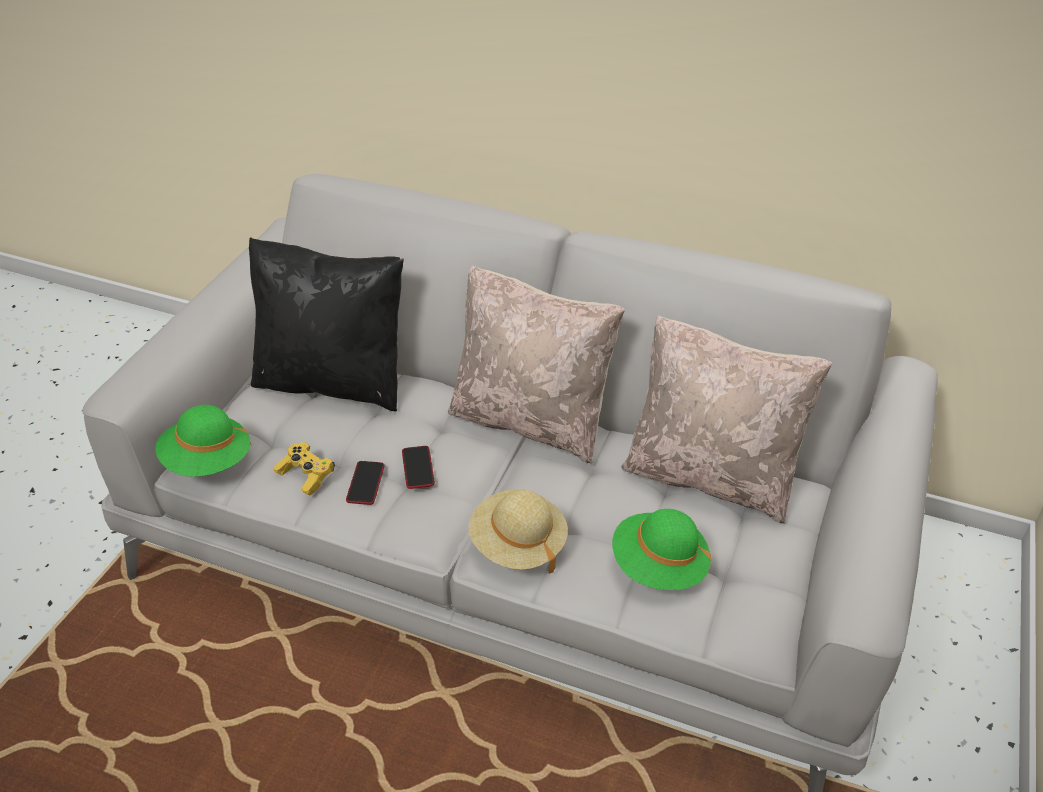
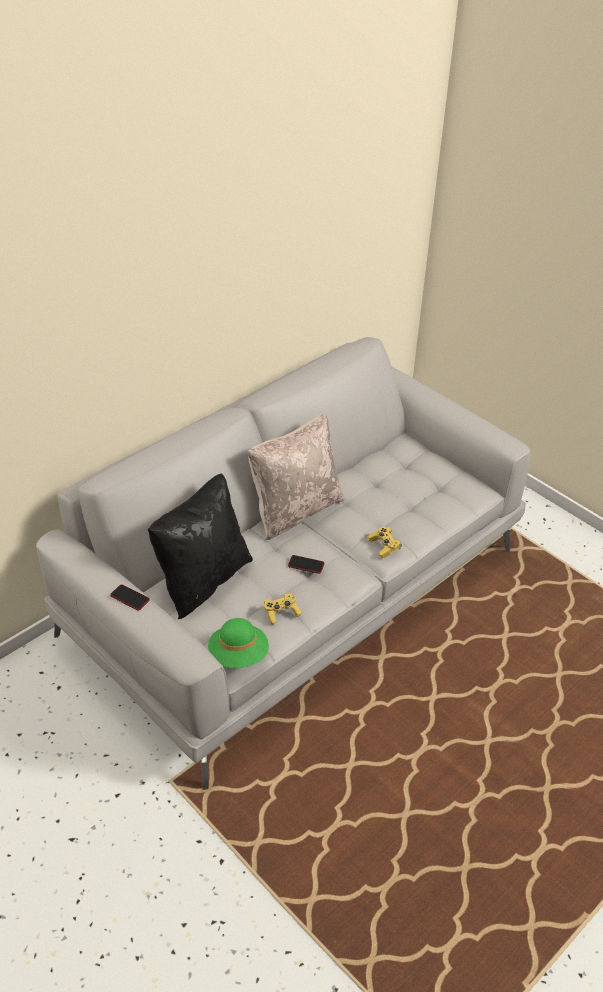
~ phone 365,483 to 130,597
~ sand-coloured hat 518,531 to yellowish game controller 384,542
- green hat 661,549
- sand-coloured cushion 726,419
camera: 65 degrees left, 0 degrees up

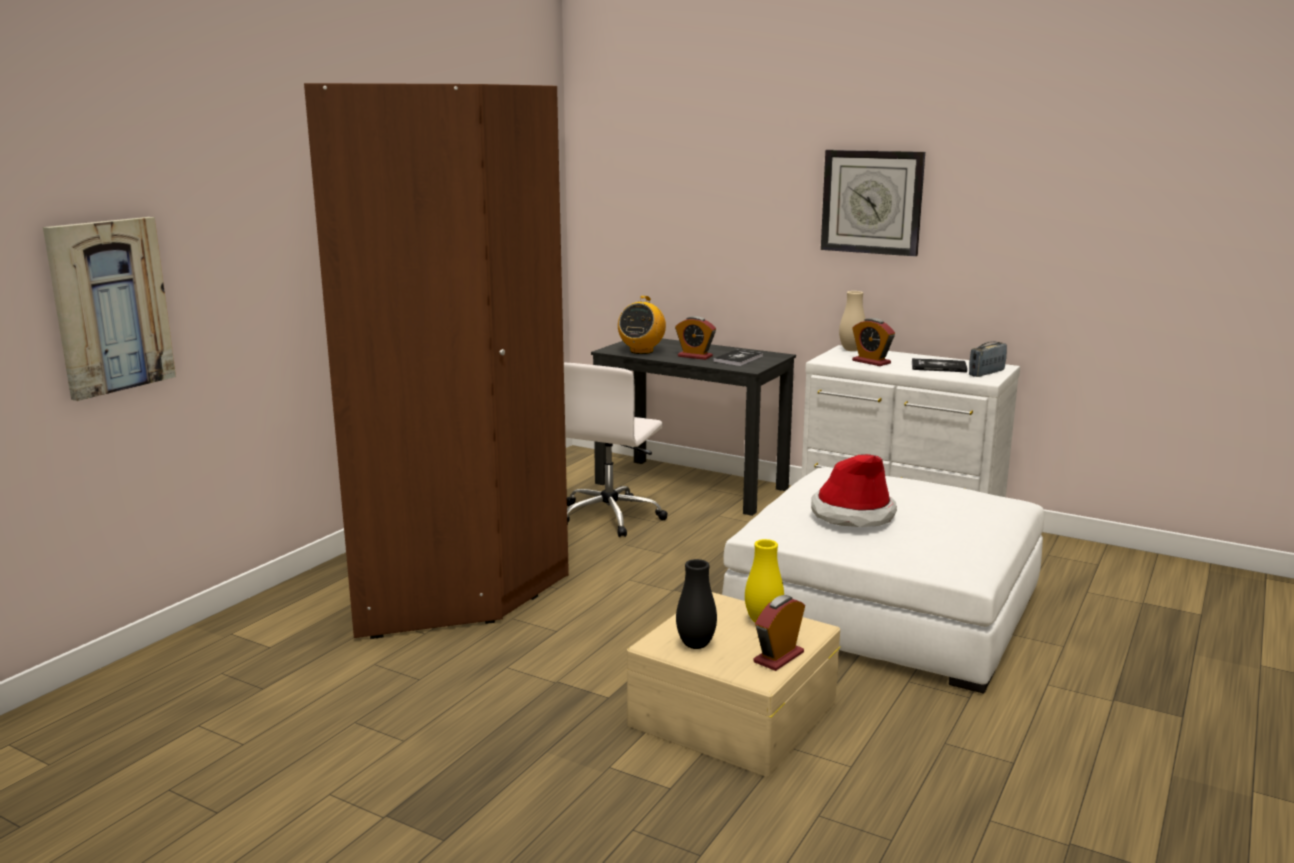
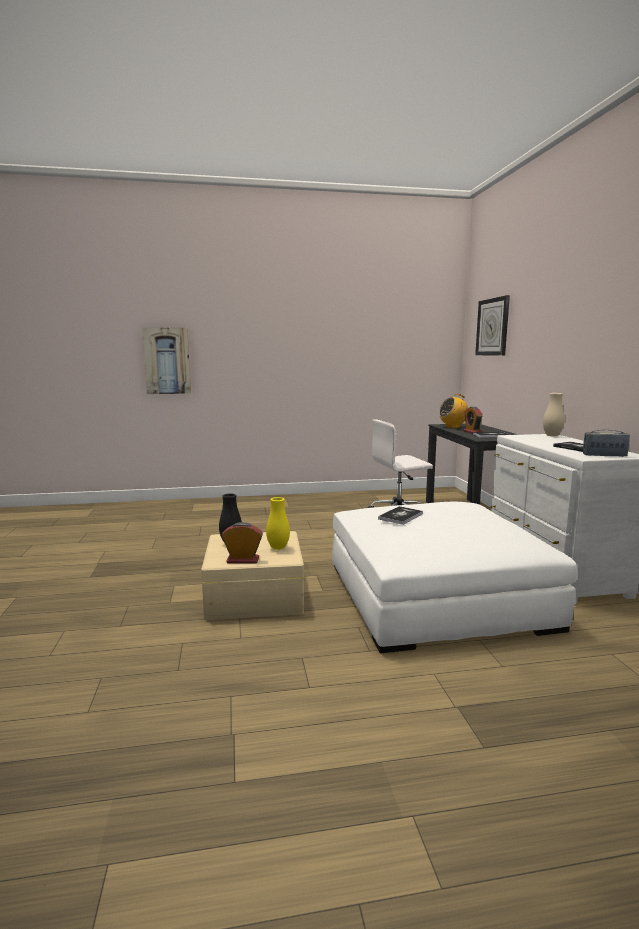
~ hat 854,490 to volume 400,515
~ clock on the wall 873,203 to 492,325
- brown wardrobe 436,361
- alarm clock 873,342
camera: 50 degrees right, 5 degrees down

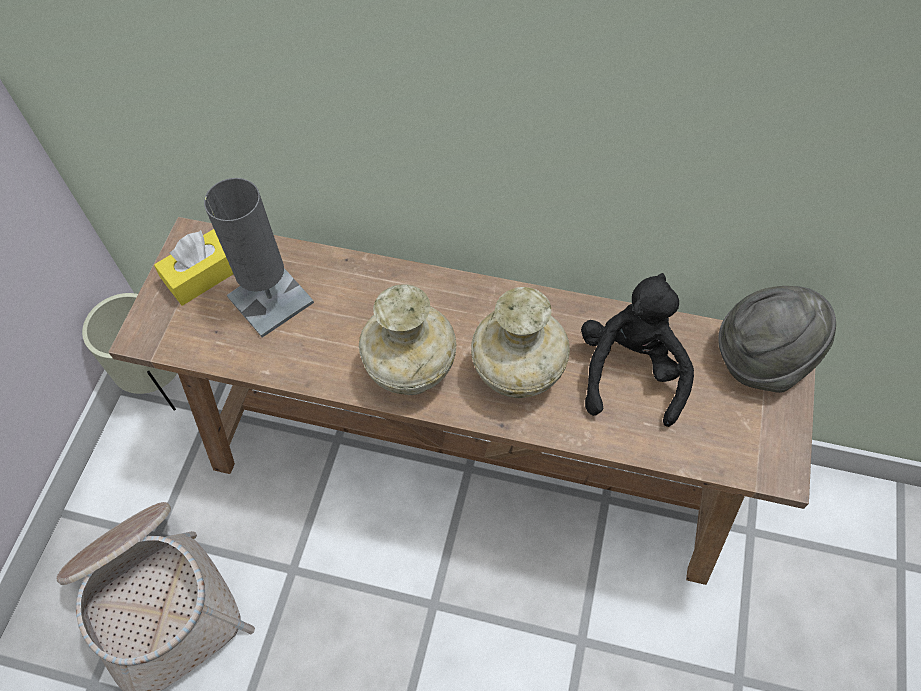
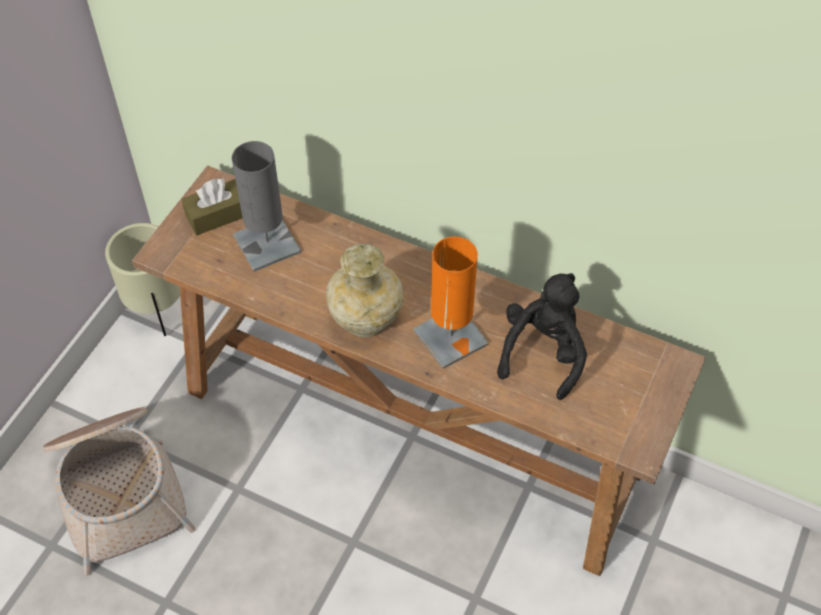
~ yellowish box of tissues 193,267 to brown box of tissues 212,206
~ sand-coloured flower vase 520,342 to orange lamp for a table 451,303
- greyish hat 777,339
camera: 10 degrees right, 5 degrees down

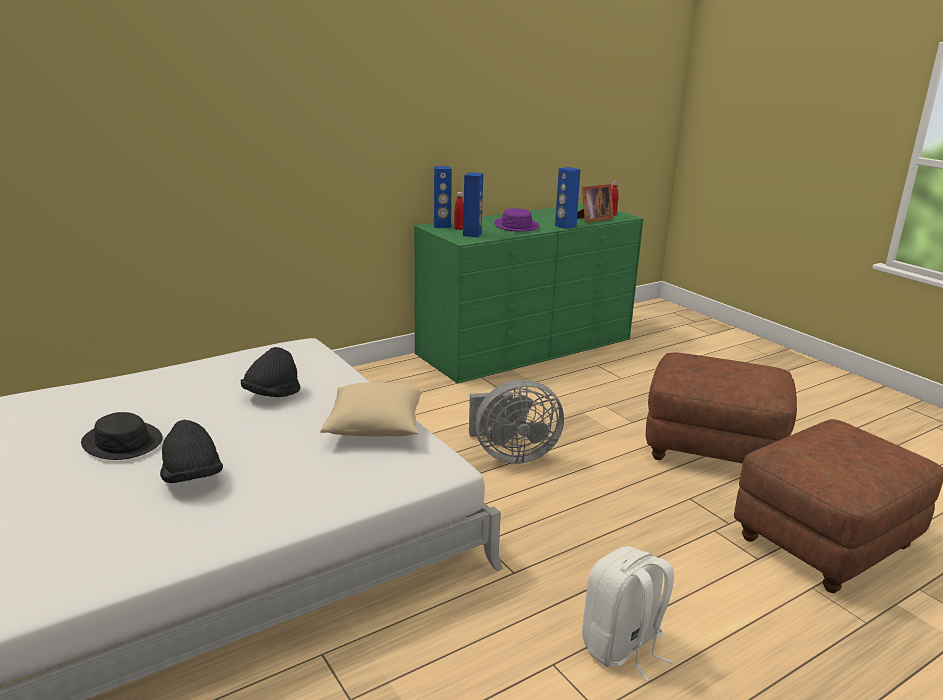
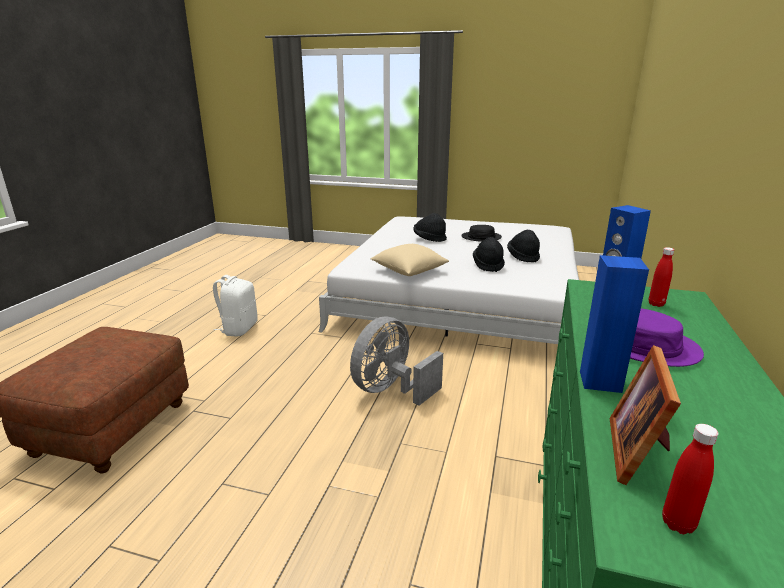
+ black hat 523,246
- bluish loudspeaker 443,197
- brown ottoman 721,408
camera: 140 degrees right, 0 degrees up

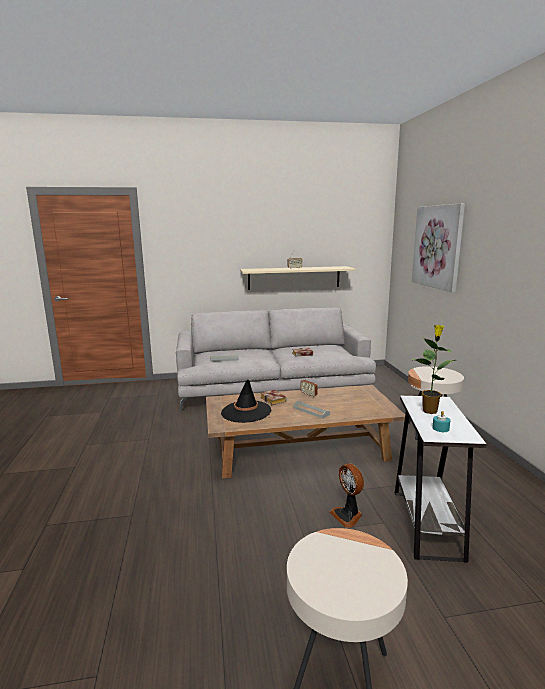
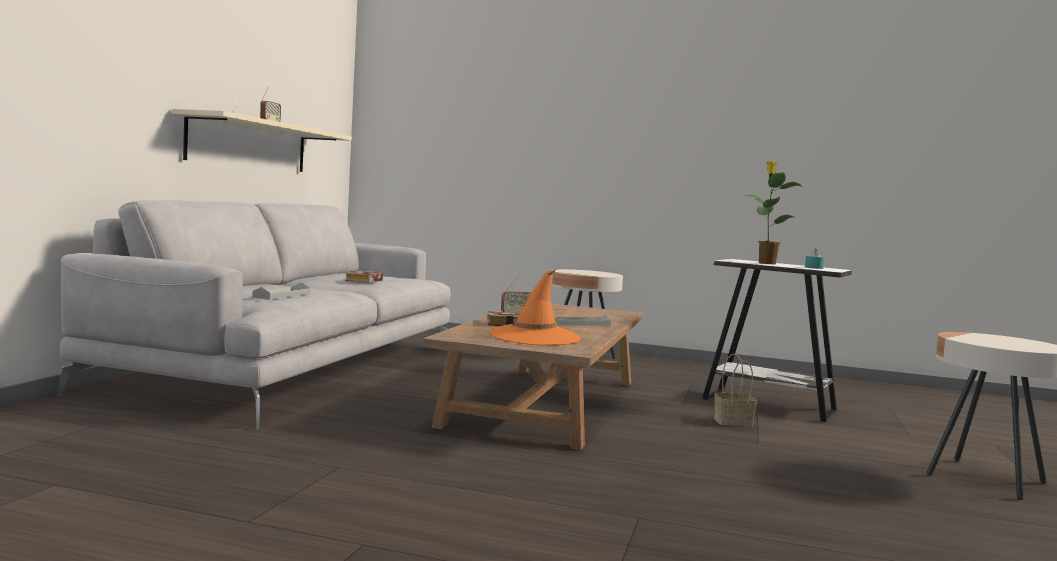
~ black hat 246,401 to orange hat 535,307
~ fan 347,495 to household basket 735,390
- picture 438,247
camera: 65 degrees left, 10 degrees down

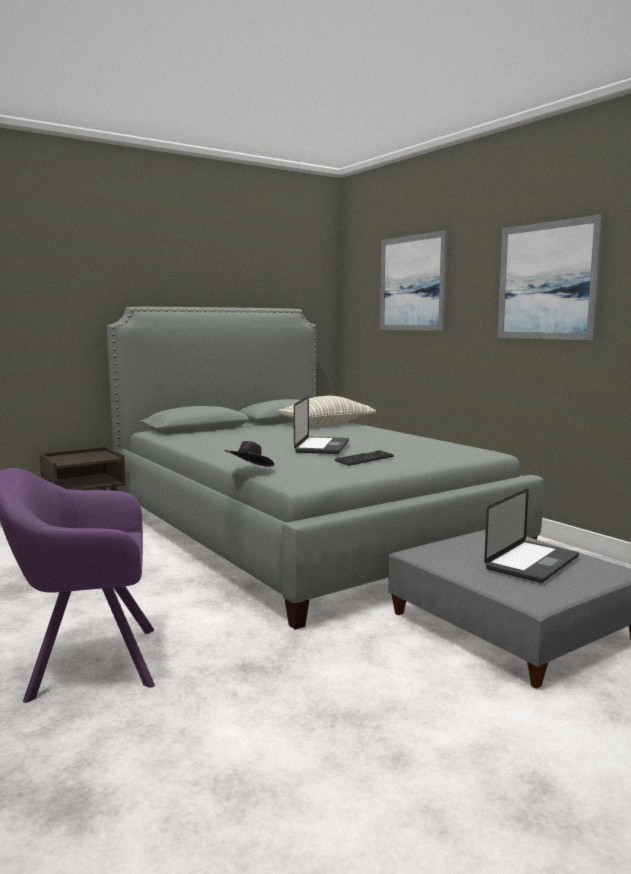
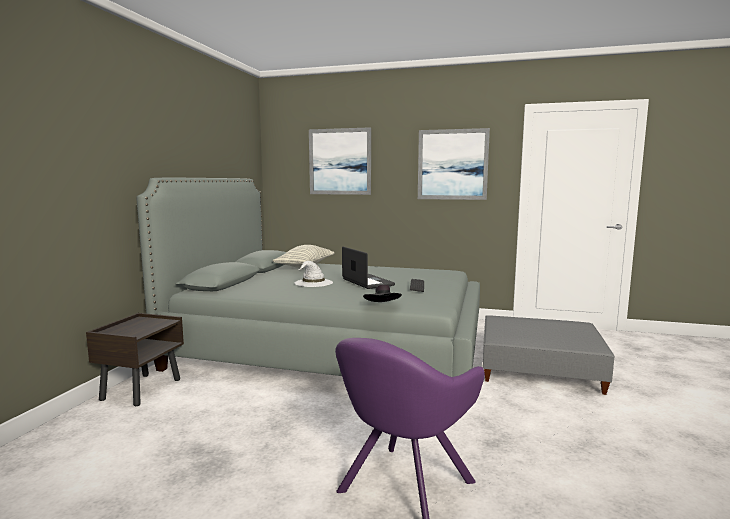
+ whitish hat 313,274
- laptop 531,535
camera: 40 degrees left, 0 degrees up

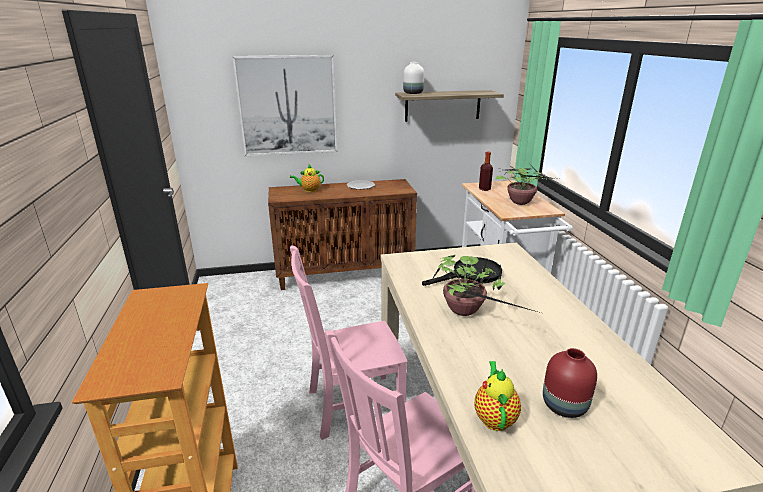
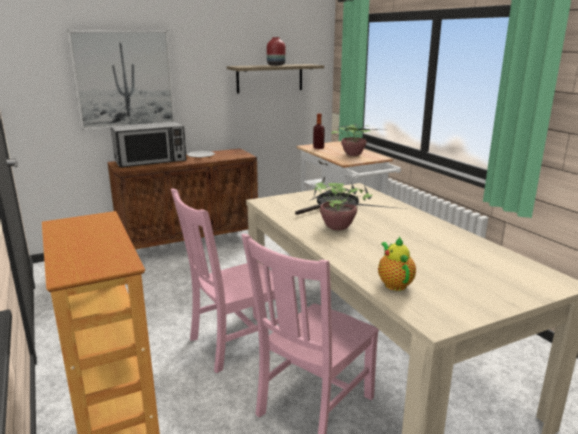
~ teapot 307,178 to microwave oven 149,145
~ reddish flower vase 570,383 to 276,51
- whitish flower vase 413,78
camera: 15 degrees left, 5 degrees down

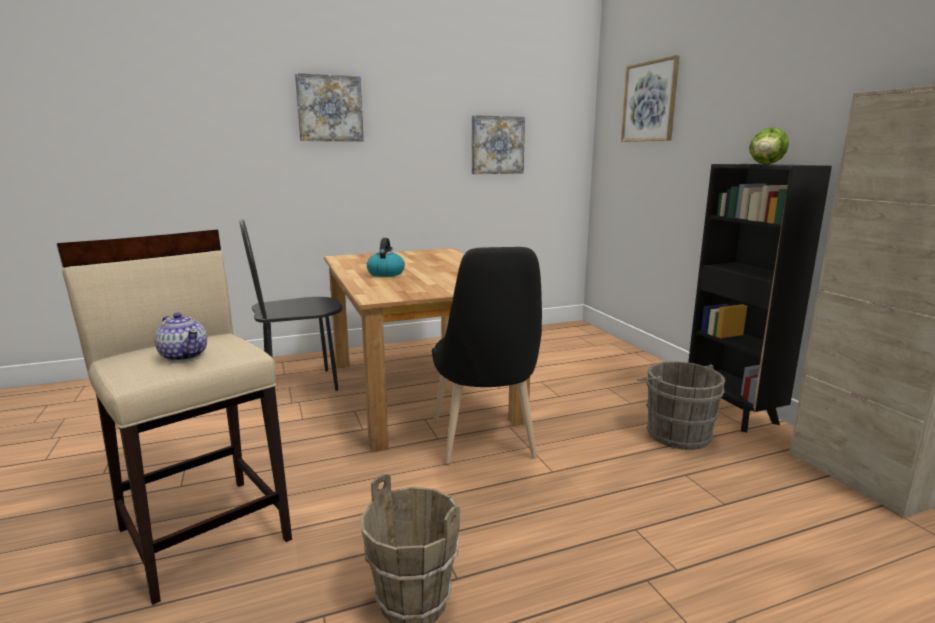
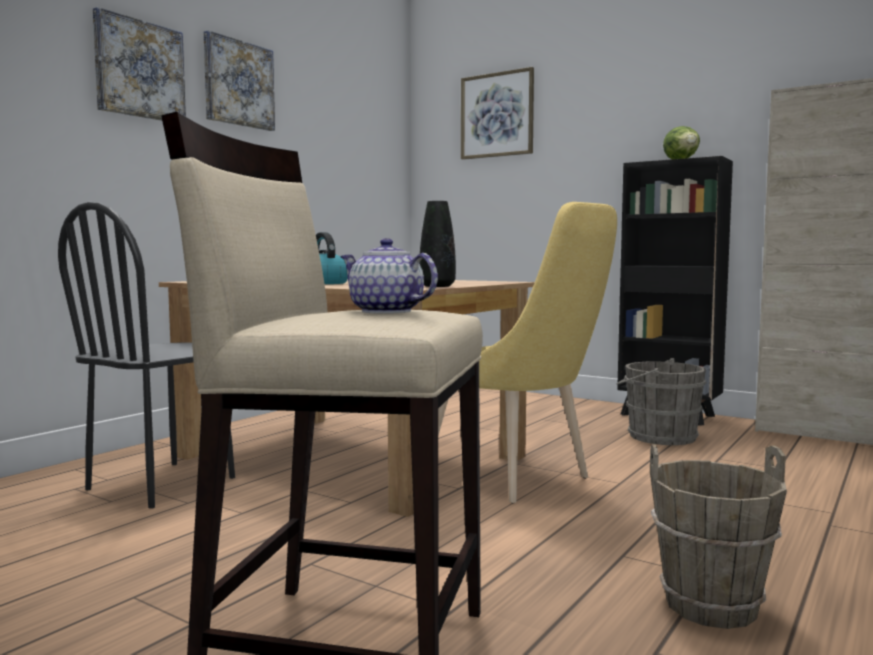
~ picture 498,144 to 239,80
~ teapot 180,337 = 389,276 150 degrees counterclockwise
+ black flower vase 437,244
~ black plain chair 487,355 to yellowish plain chair 527,353
camera: 35 degrees left, 10 degrees down

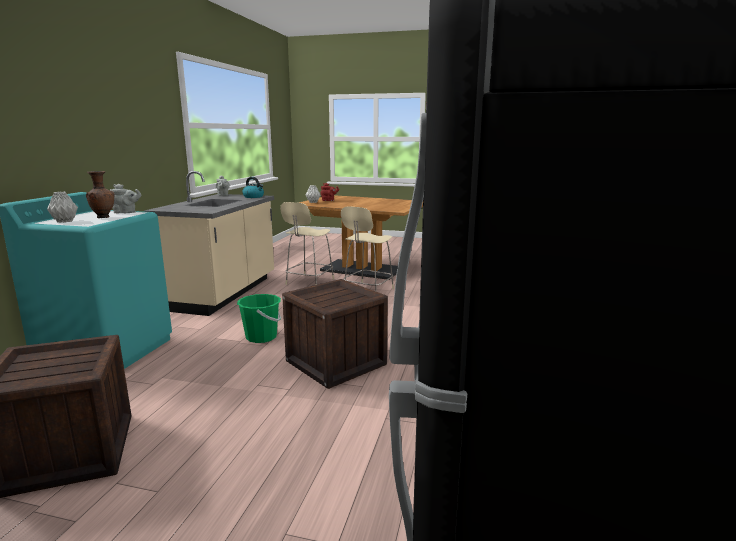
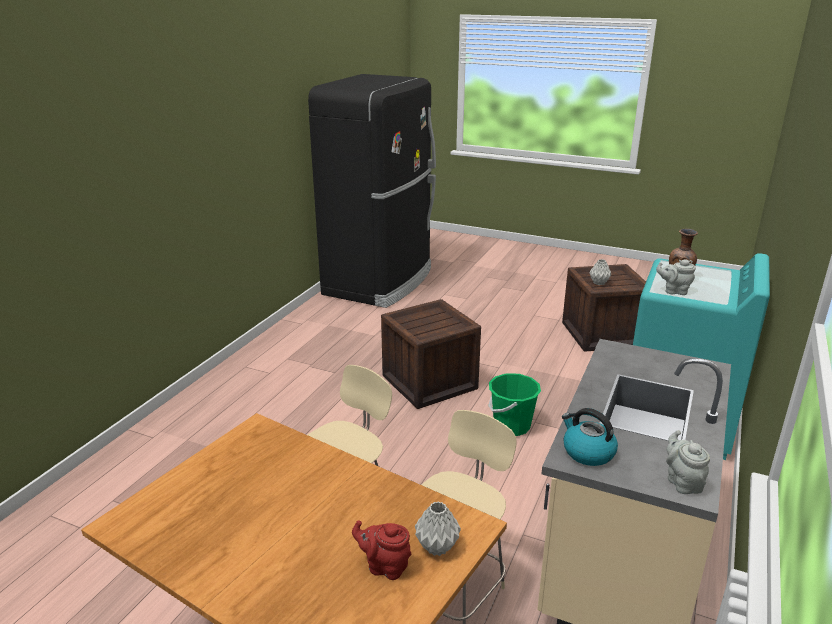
~ greyish flower vase 62,207 to 601,272
camera: 170 degrees left, 10 degrees up

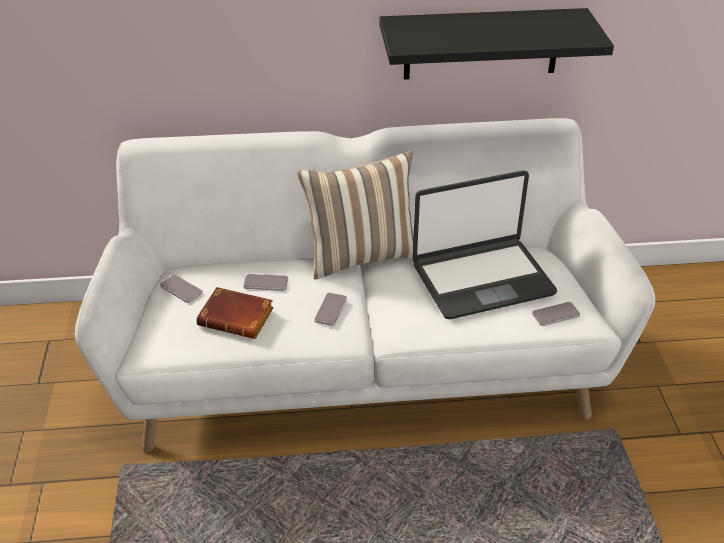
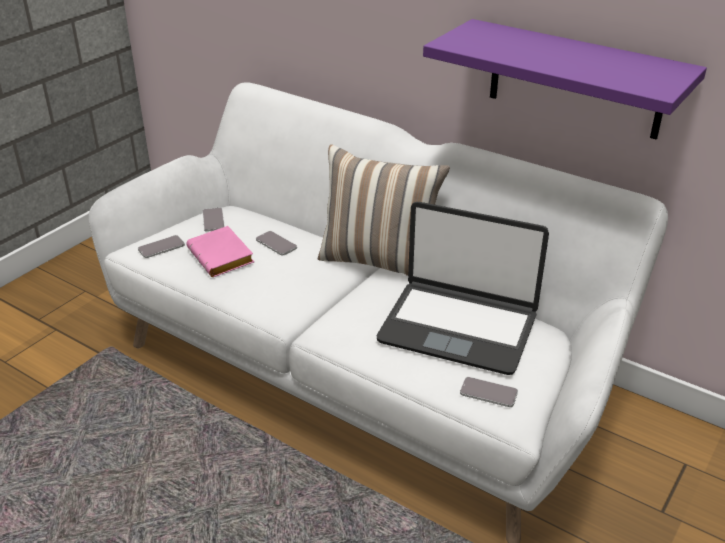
~ phone 330,309 to 161,246
~ brown volume 235,313 to pink-coloured volume 220,251
~ black wall shelf 497,44 to purplish wall shelf 565,79
camera: 40 degrees right, 5 degrees down

